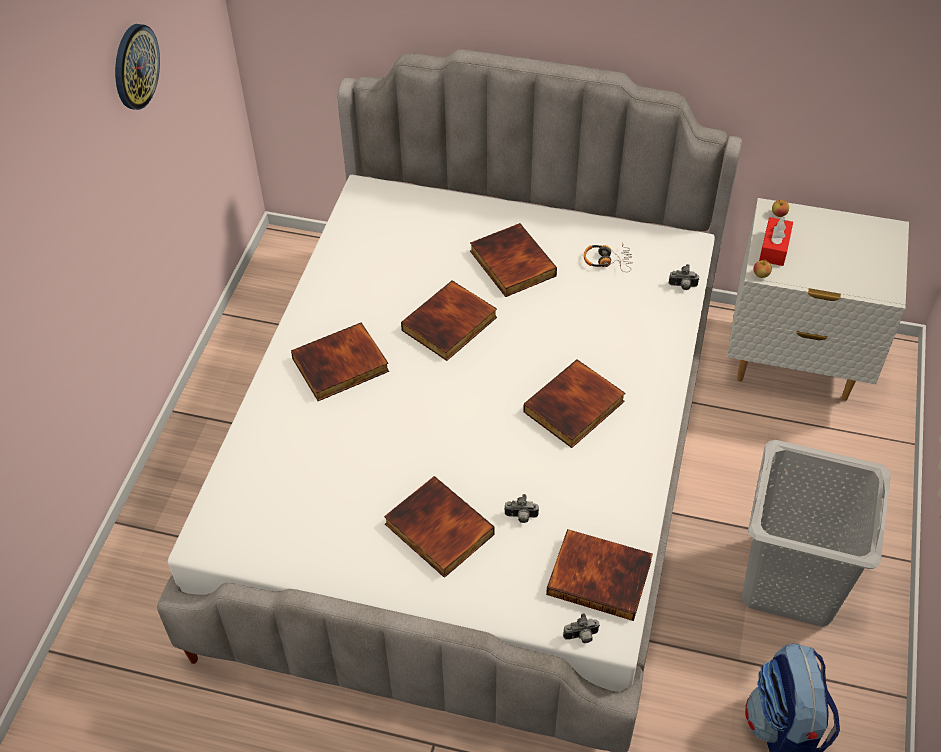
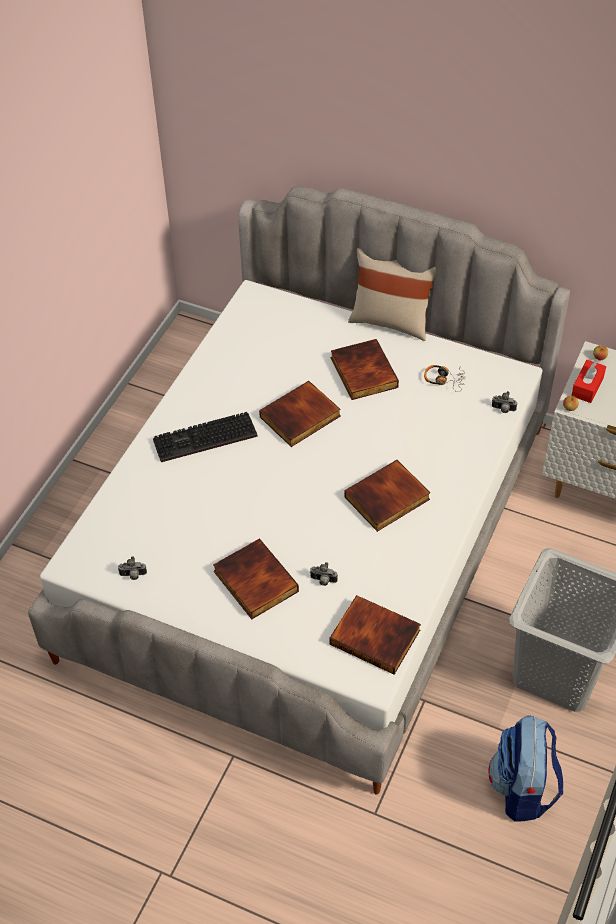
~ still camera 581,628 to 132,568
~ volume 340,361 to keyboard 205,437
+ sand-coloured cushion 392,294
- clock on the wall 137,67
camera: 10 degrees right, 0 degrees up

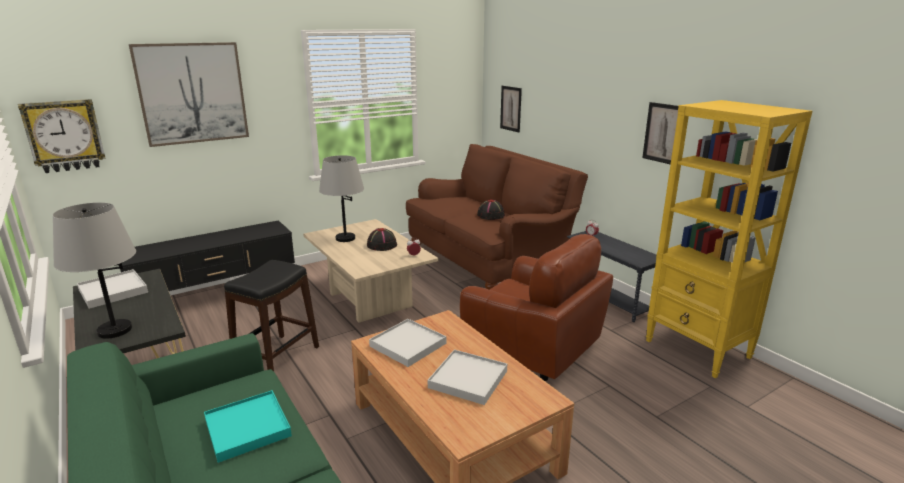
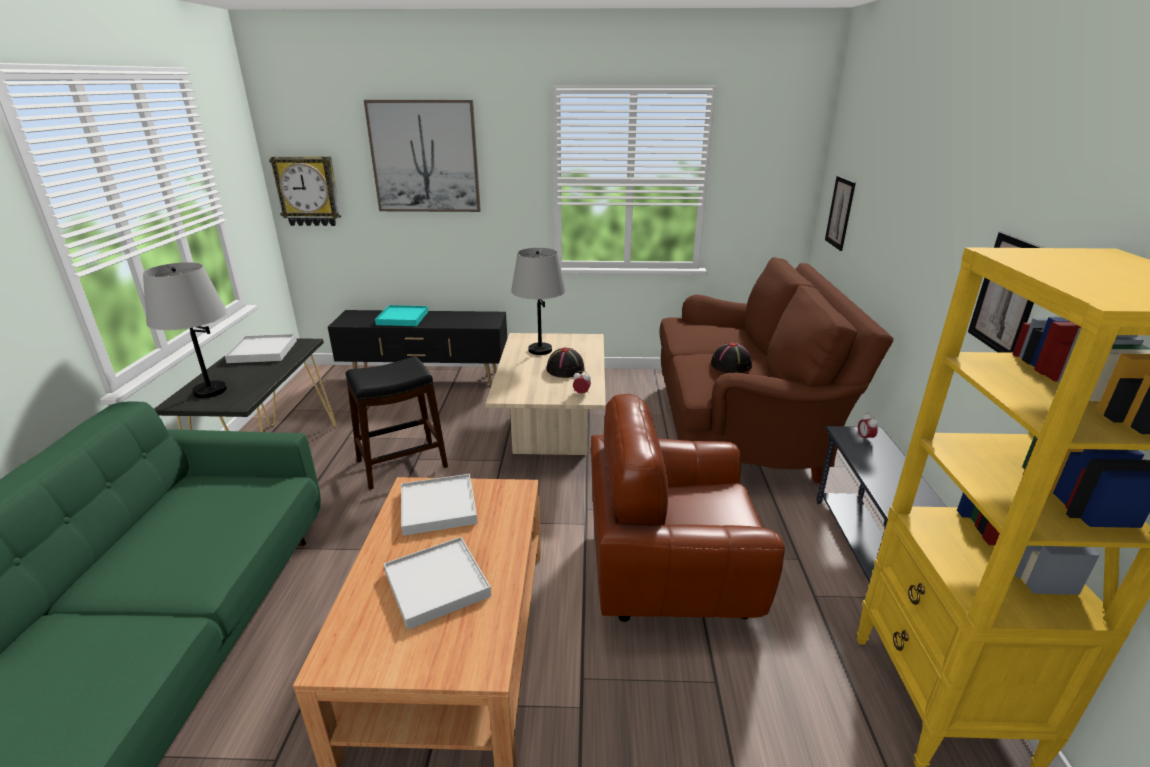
~ blue-green serving tray 248,426 to 401,315
~ brown lounge chair 536,307 = 688,508 105 degrees clockwise
camera: 35 degrees right, 5 degrees up

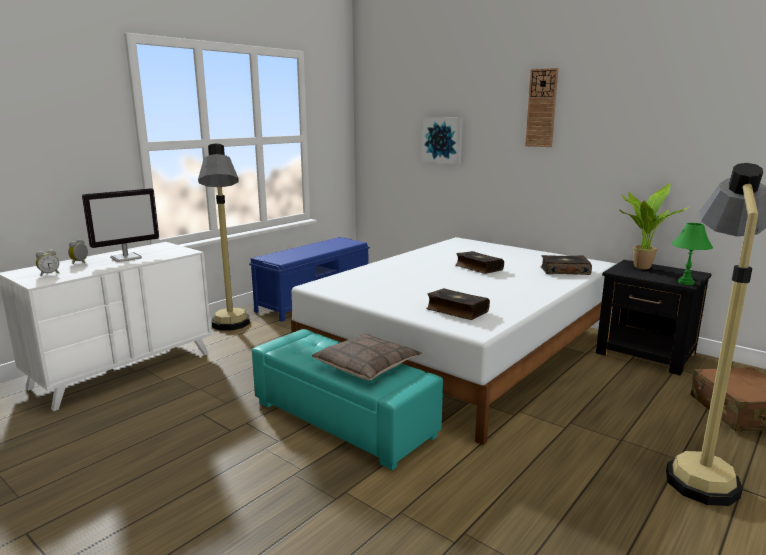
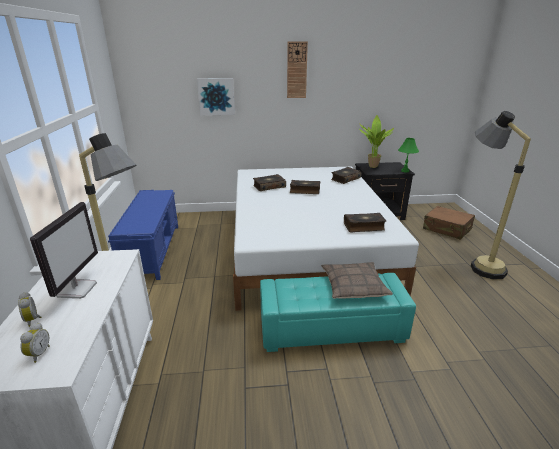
+ volume 269,182
camera: 45 degrees left, 10 degrees up

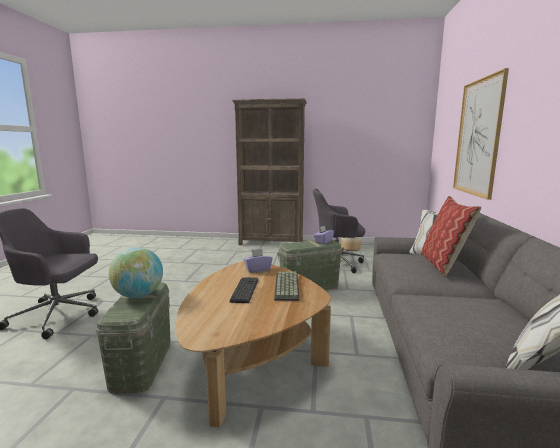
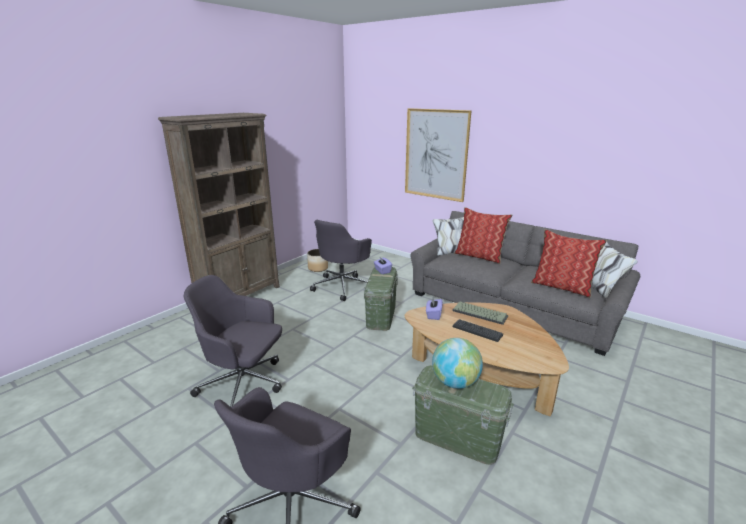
+ greyish computer chair 233,341
+ cushion 569,263
camera: 60 degrees left, 10 degrees up

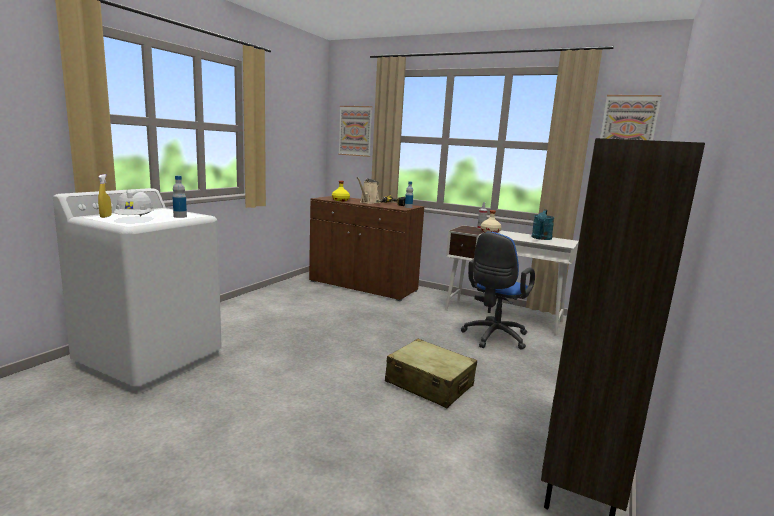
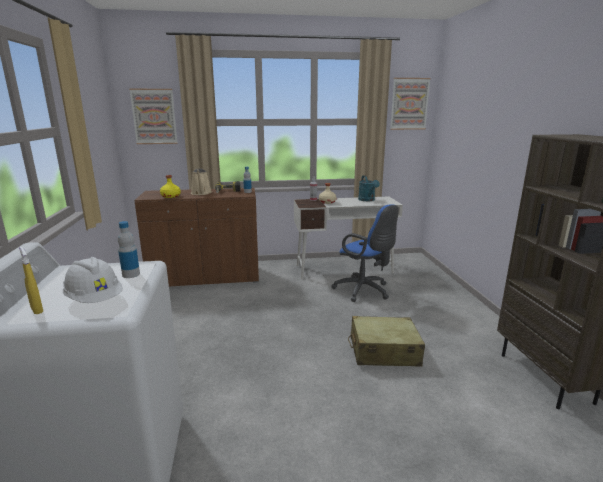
~ bluish computer chair 498,291 = 365,253 45 degrees counterclockwise
camera: 35 degrees left, 5 degrees up

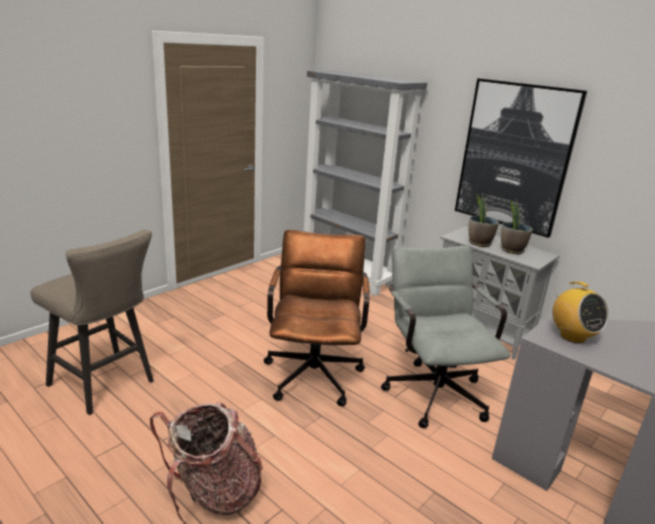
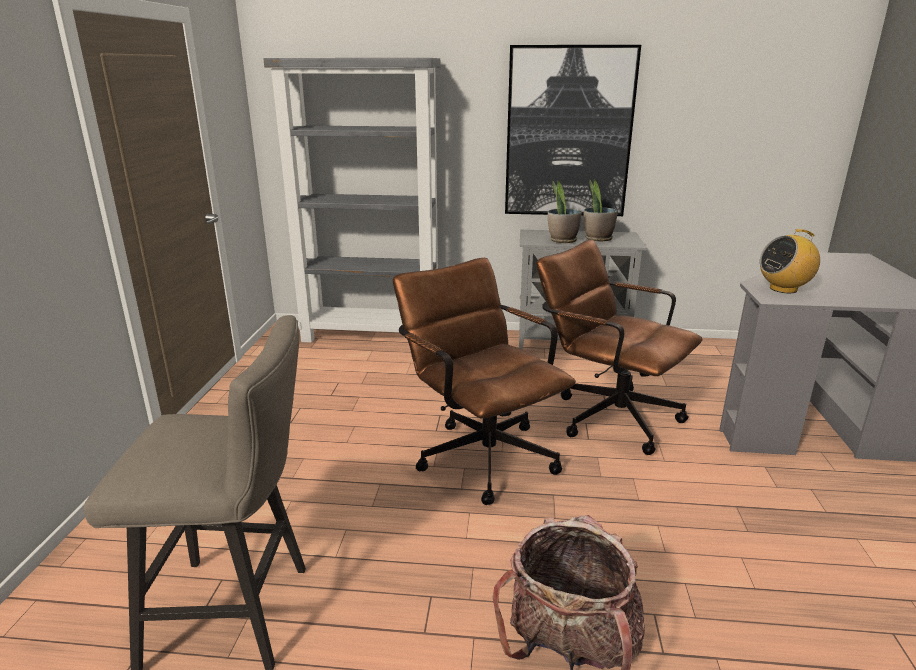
~ greyish computer chair 446,337 to brown computer chair 619,347
~ radio receiver 580,312 = 789,261 135 degrees clockwise
camera: 35 degrees left, 0 degrees up

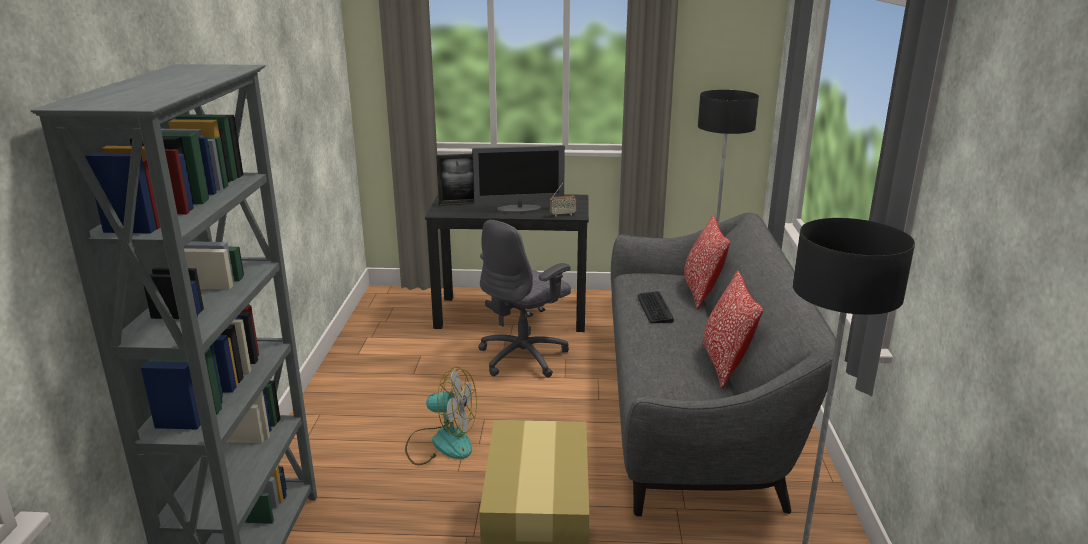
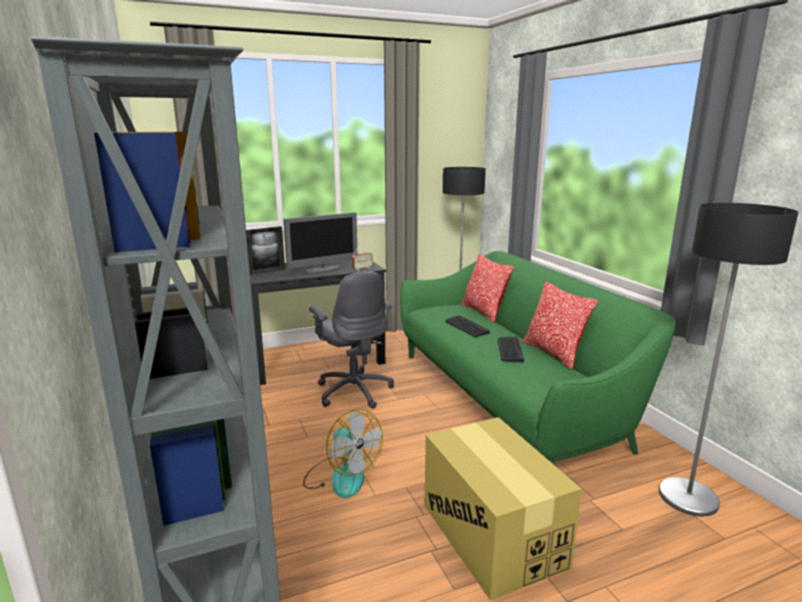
~ fan 441,416 = 343,453 60 degrees clockwise
~ greyish computer chair 524,299 = 351,340 45 degrees counterclockwise
~ greyish sofa 725,364 to green sofa 538,357
+ keyboard 511,349
camera: 25 degrees left, 5 degrees down

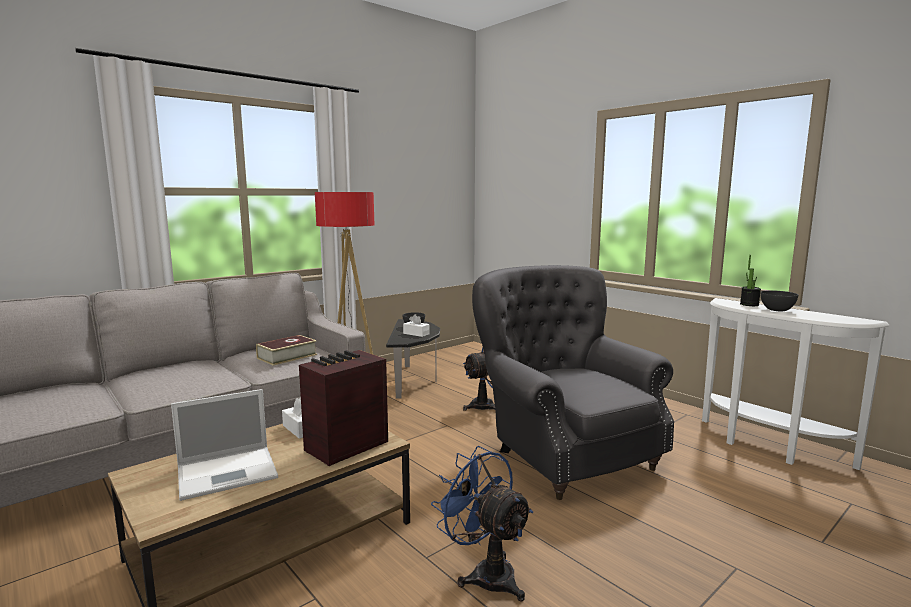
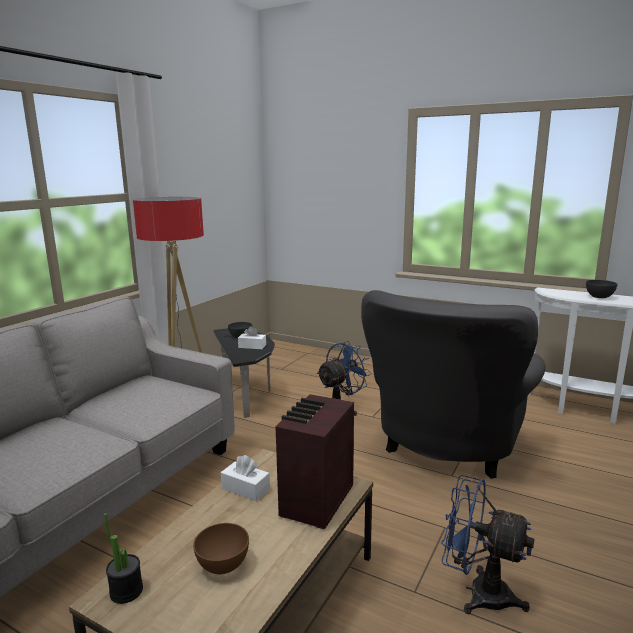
~ potted plant 750,280 to 123,558
~ laptop 224,445 to brown serving bowl 221,548
~ greyish lounge chair 573,382 = 453,384 105 degrees counterclockwise
- volume 286,350
camera: 20 degrees left, 5 degrees up

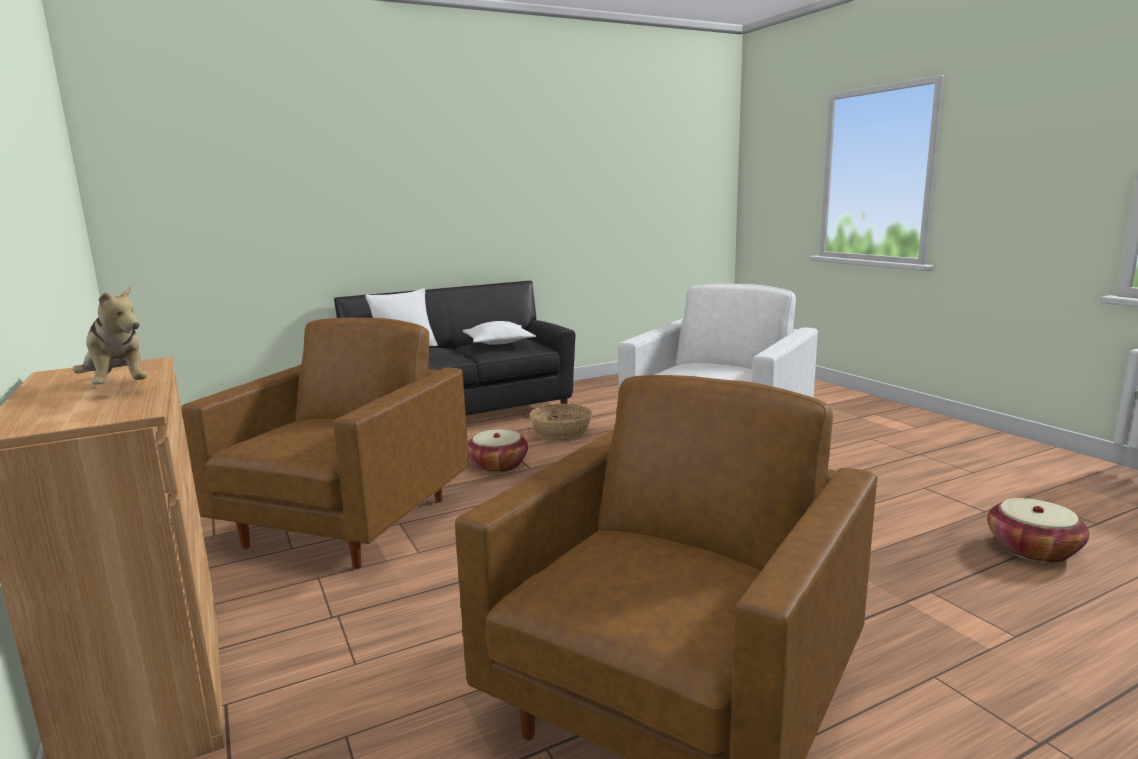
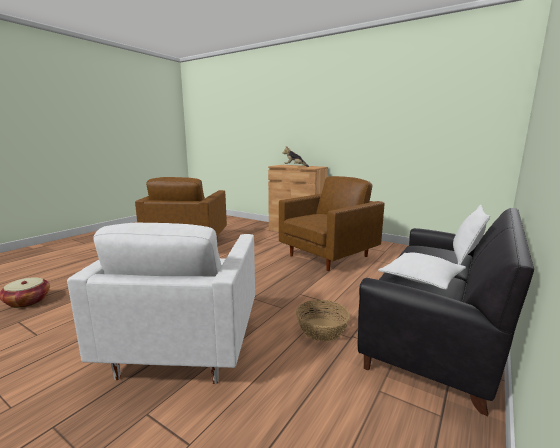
~ brown lounge chair 325,443 = 332,223 120 degrees counterclockwise
- household basket 498,451
camera: 150 degrees right, 0 degrees up

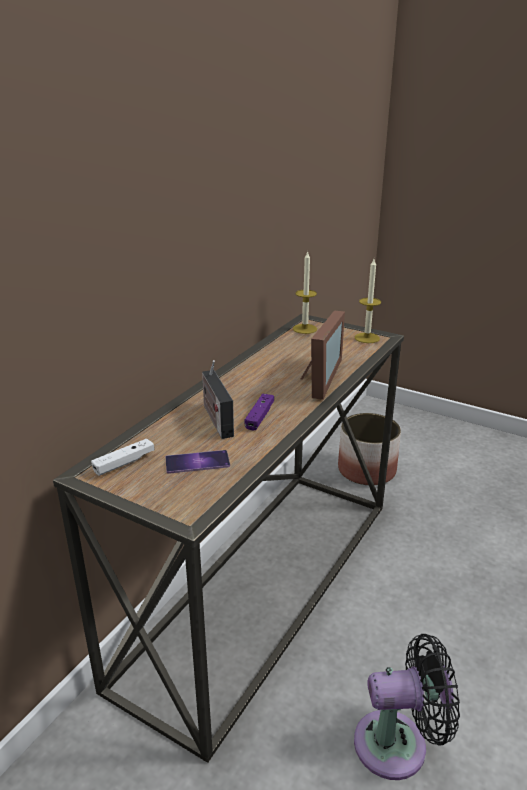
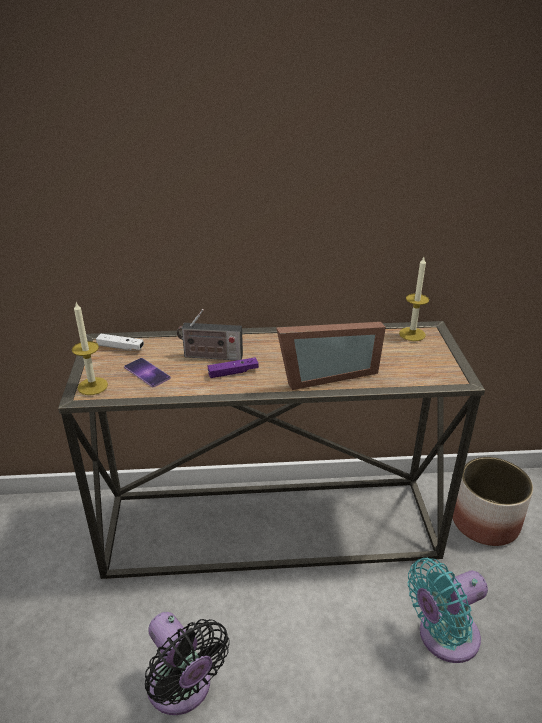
~ wax candle 368,301 to 90,348
~ radio receiver 218,399 = 210,334 120 degrees counterclockwise
+ blue-green fan 448,610
camera: 55 degrees right, 5 degrees up

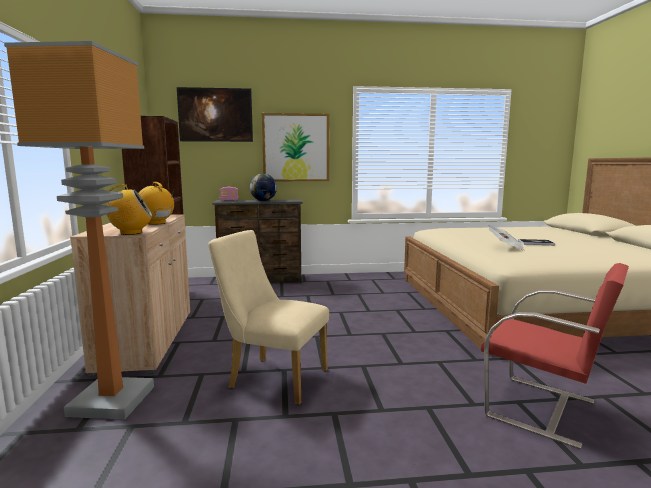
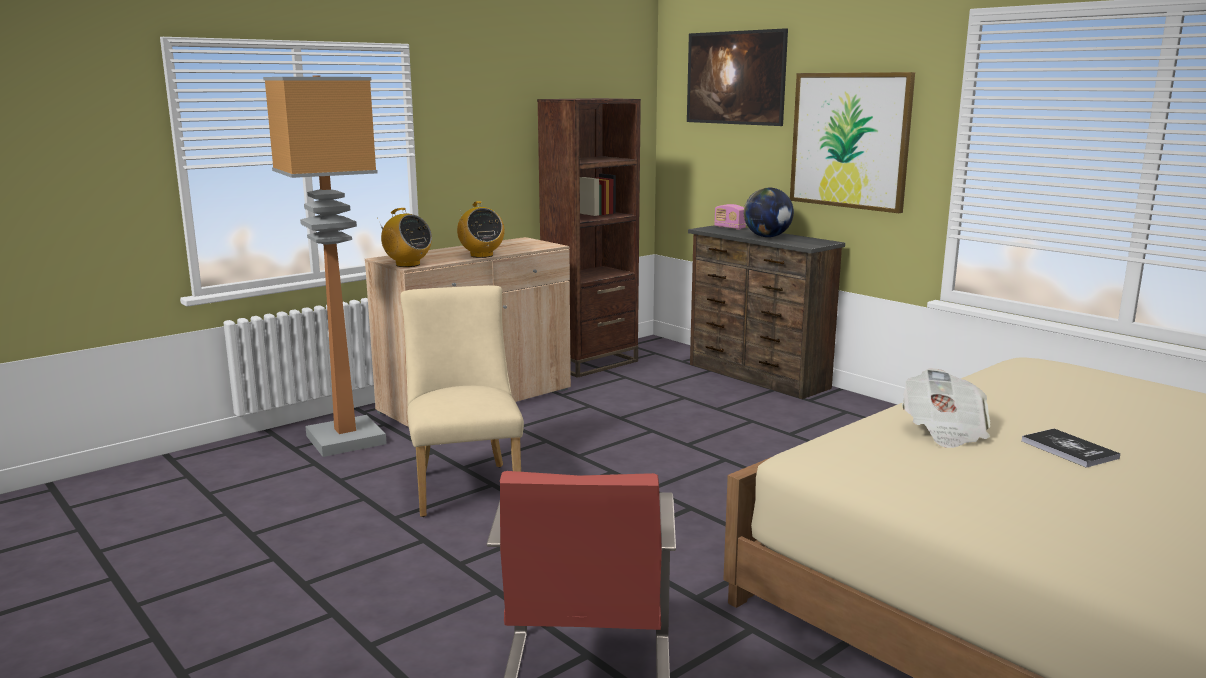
~ radio receiver 156,203 = 481,229 150 degrees clockwise
camera: 55 degrees right, 5 degrees up

